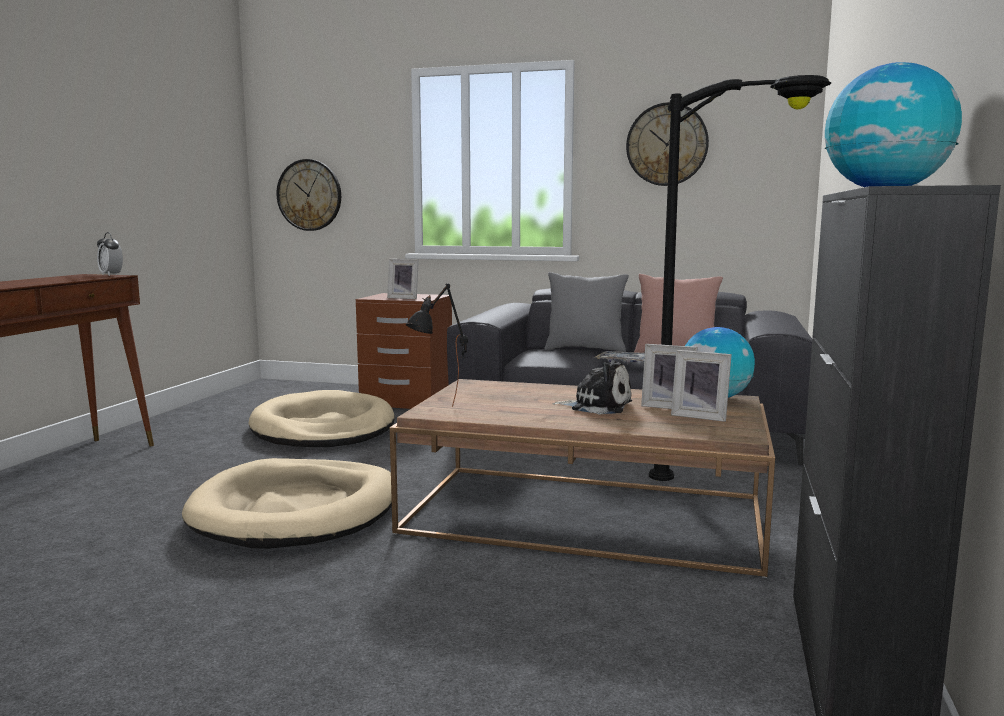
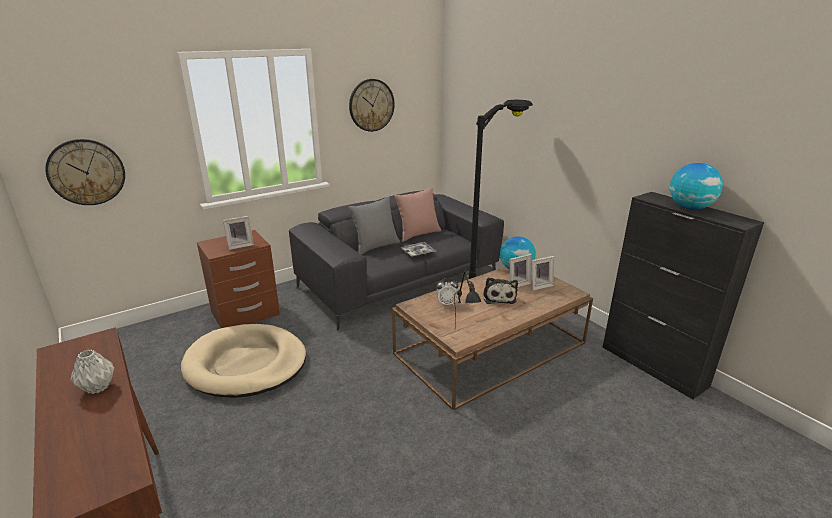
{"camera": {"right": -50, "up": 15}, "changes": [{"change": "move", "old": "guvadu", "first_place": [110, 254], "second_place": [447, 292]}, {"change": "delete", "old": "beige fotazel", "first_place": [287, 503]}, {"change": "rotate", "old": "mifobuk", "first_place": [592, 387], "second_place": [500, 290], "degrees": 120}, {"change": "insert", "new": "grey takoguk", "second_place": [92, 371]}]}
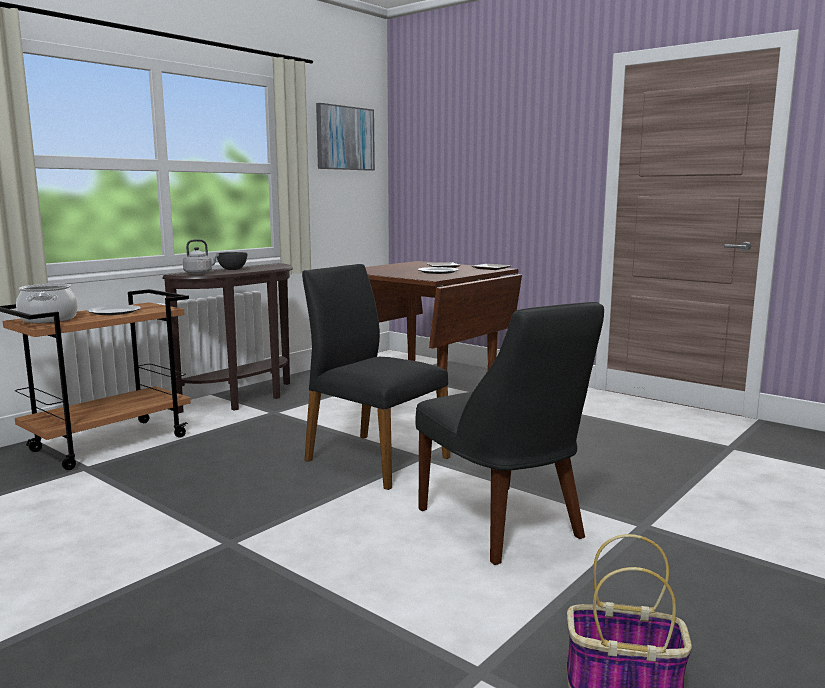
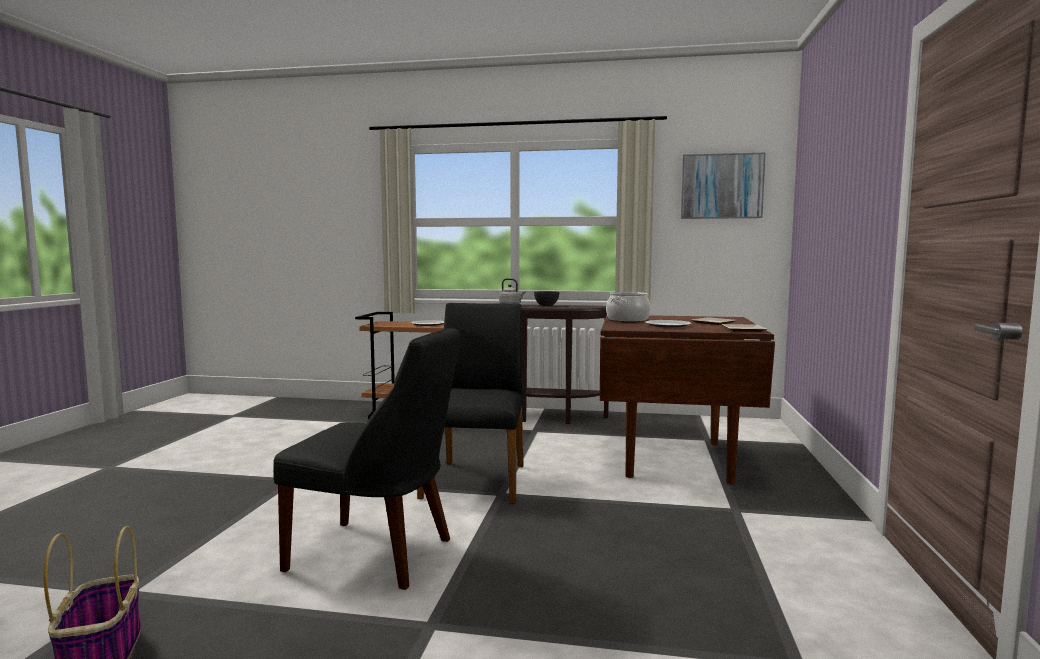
{"camera": {"right": 60, "up": -5}, "changes": [{"change": "move", "old": "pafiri", "first_place": [47, 303], "second_place": [628, 307]}, {"change": "rotate", "old": "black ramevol", "first_place": [509, 433], "second_place": [366, 459], "degrees": -105}]}
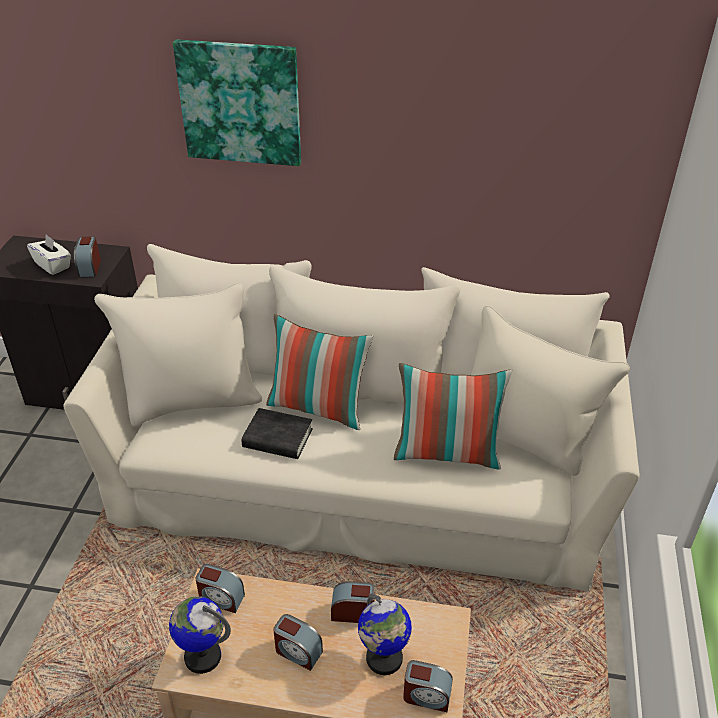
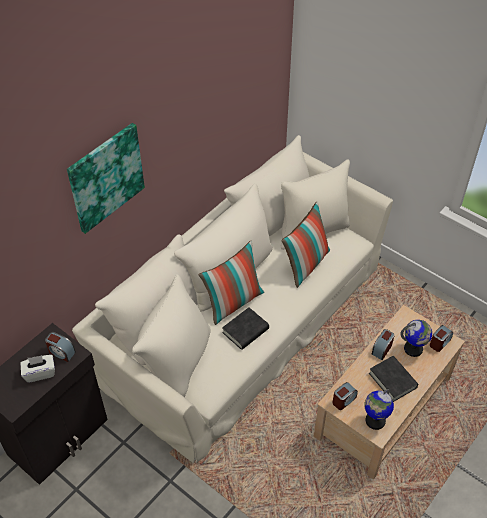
{"camera": {"right": -60, "up": 10}, "changes": [{"change": "replace", "old": "guvadu", "new": "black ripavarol", "first_place": [298, 642], "second_place": [393, 379]}]}
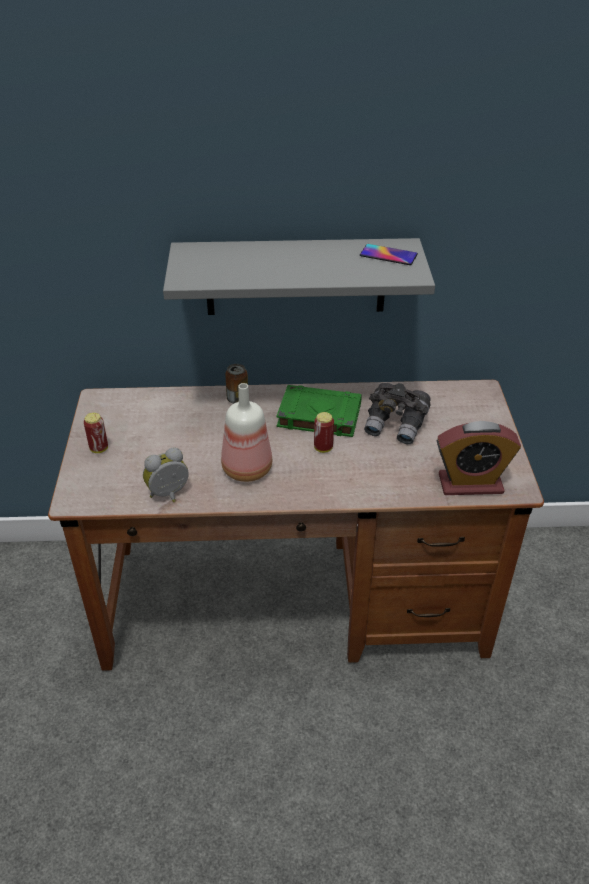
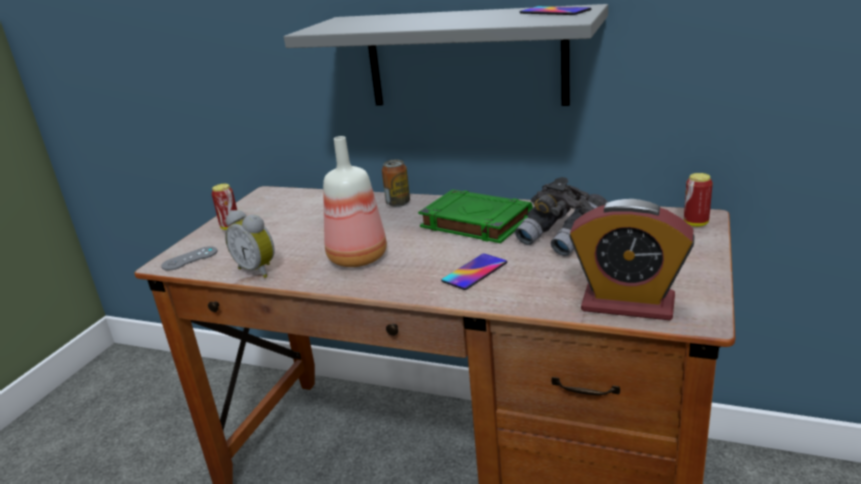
{"camera": {"right": 25, "up": -15}, "changes": [{"change": "rotate", "old": "guvadu", "first_place": [166, 475], "second_place": [249, 244], "degrees": -135}, {"change": "move", "old": "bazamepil", "first_place": [324, 432], "second_place": [698, 200]}, {"change": "insert", "new": "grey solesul", "second_place": [189, 258]}, {"change": "insert", "new": "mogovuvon", "second_place": [474, 271]}]}
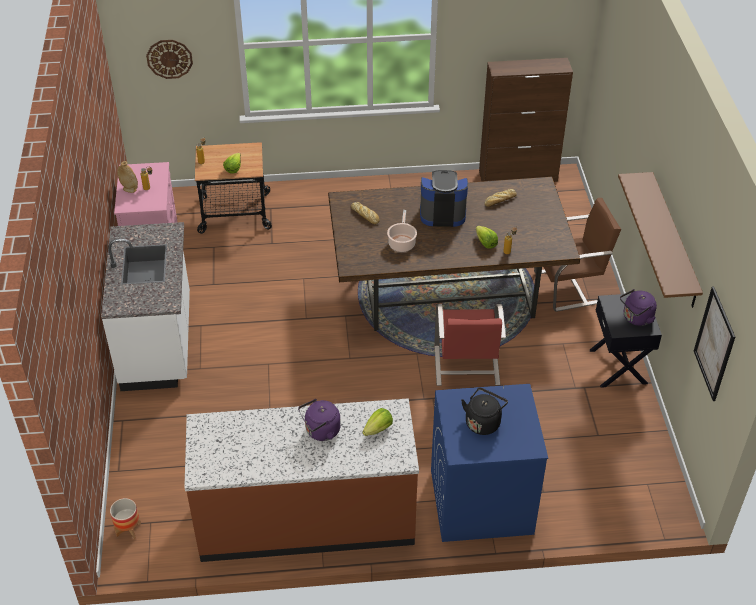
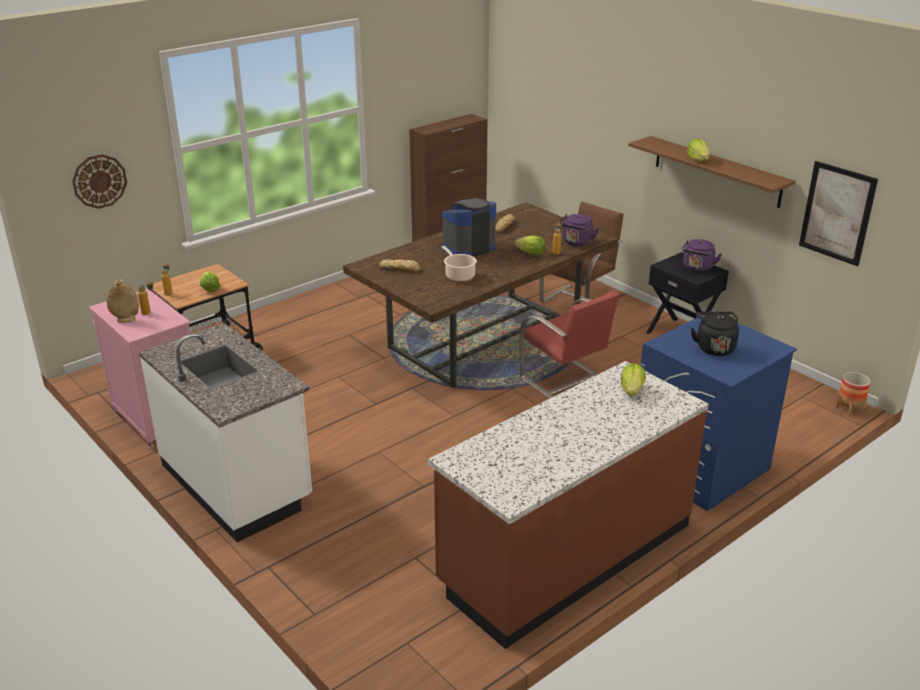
{"camera": {"right": -35, "up": -15}, "changes": [{"change": "move", "old": "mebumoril", "first_place": [125, 518], "second_place": [853, 394]}, {"change": "move", "old": "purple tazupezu", "first_place": [319, 420], "second_place": [579, 230]}, {"change": "insert", "new": "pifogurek", "second_place": [698, 149]}]}
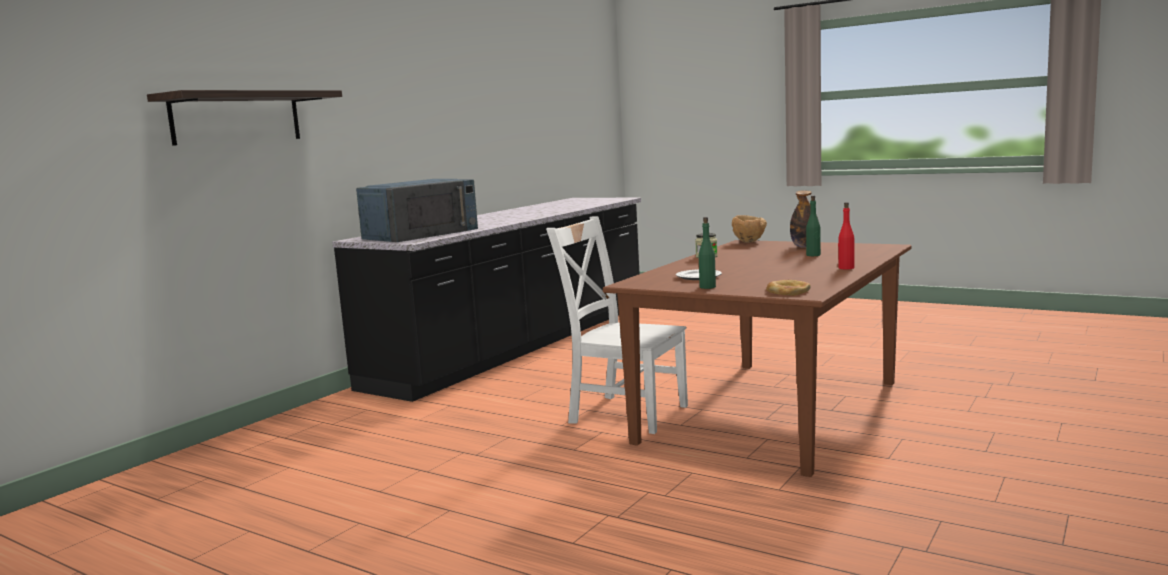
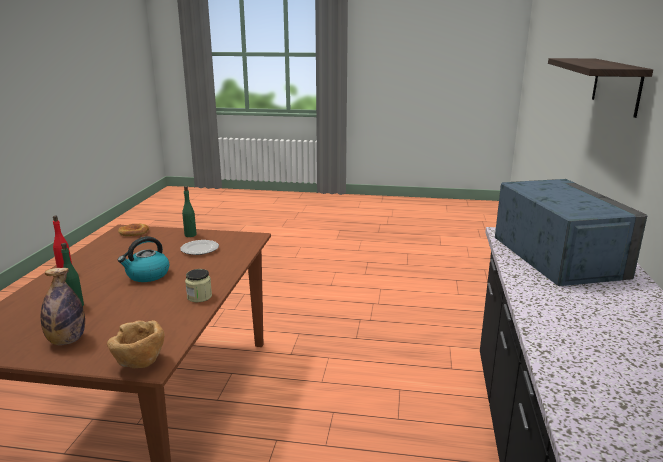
{"camera": {"right": 155, "up": 10}, "changes": [{"change": "rotate", "old": "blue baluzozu", "first_place": [417, 210], "second_place": [571, 232], "degrees": 150}, {"change": "delete", "old": "white ramevol", "first_place": [617, 325]}, {"change": "insert", "new": "tazupezu", "second_place": [143, 259]}]}
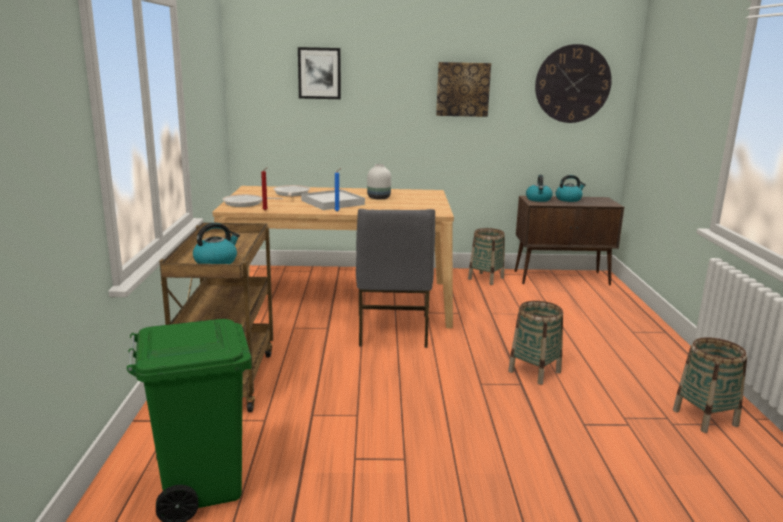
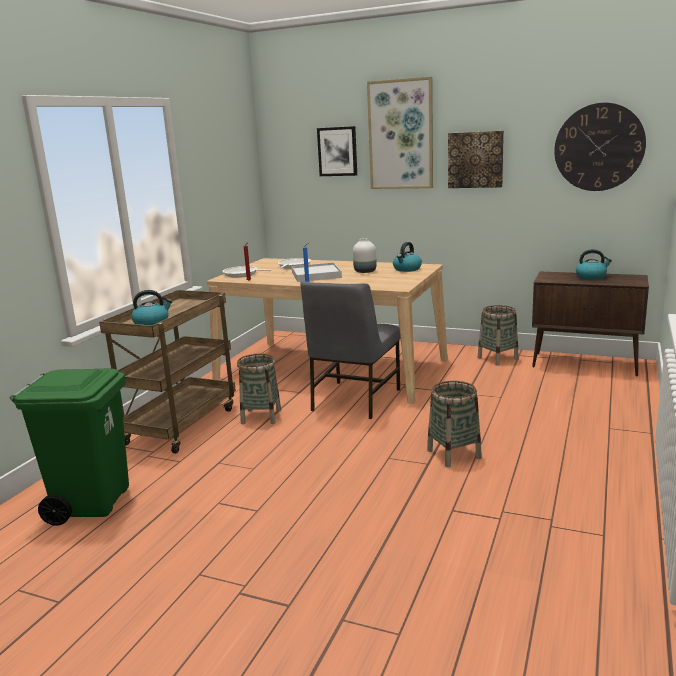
{"camera": {"right": 25, "up": 0}, "changes": [{"change": "move", "old": "tazupezu", "first_place": [539, 188], "second_place": [407, 257]}, {"change": "move", "old": "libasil", "first_place": [710, 385], "second_place": [259, 388]}, {"change": "insert", "new": "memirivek", "second_place": [400, 133]}]}
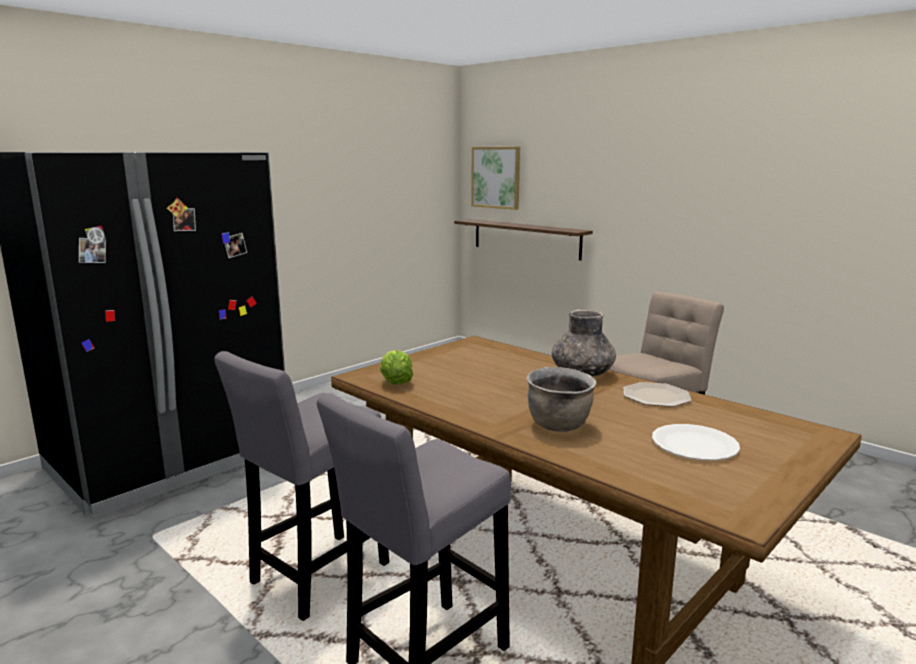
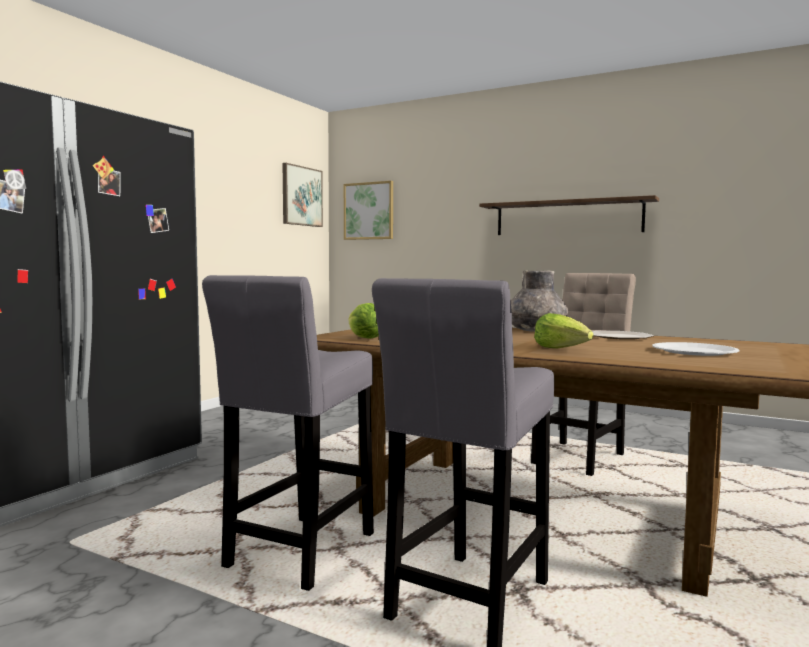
{"camera": {"right": -15, "up": -10}, "changes": [{"change": "move", "old": "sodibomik", "first_place": [523, 239], "second_place": [569, 215]}, {"change": "replace", "old": "brown pafiri", "new": "pifogurek", "first_place": [561, 399], "second_place": [564, 330]}, {"change": "insert", "new": "memirivek", "second_place": [303, 195]}]}
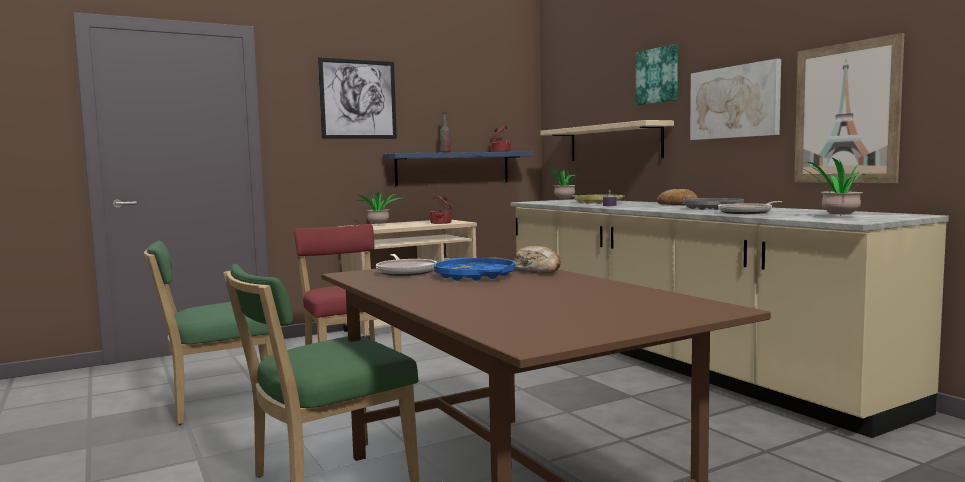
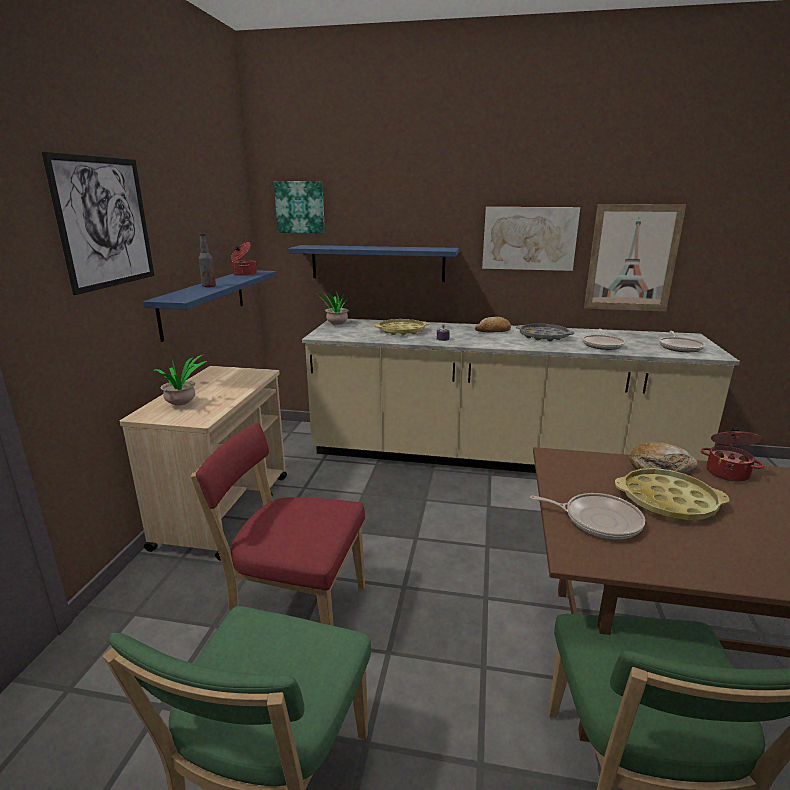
{"camera": {"right": -50, "up": 15}, "changes": [{"change": "move", "old": "pafiri", "first_place": [440, 209], "second_place": [732, 455]}, {"change": "recolor", "old": "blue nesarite", "new": "yellow nesarite", "first_place": [475, 269], "second_place": [672, 494]}, {"change": "recolor", "old": "beige sodibomik", "new": "blue sodibomik", "first_place": [607, 140], "second_place": [373, 263]}, {"change": "move", "old": "memirivek", "first_place": [657, 74], "second_place": [299, 207]}, {"change": "replace", "old": "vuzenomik", "new": "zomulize", "first_place": [840, 187], "second_place": [682, 341]}]}
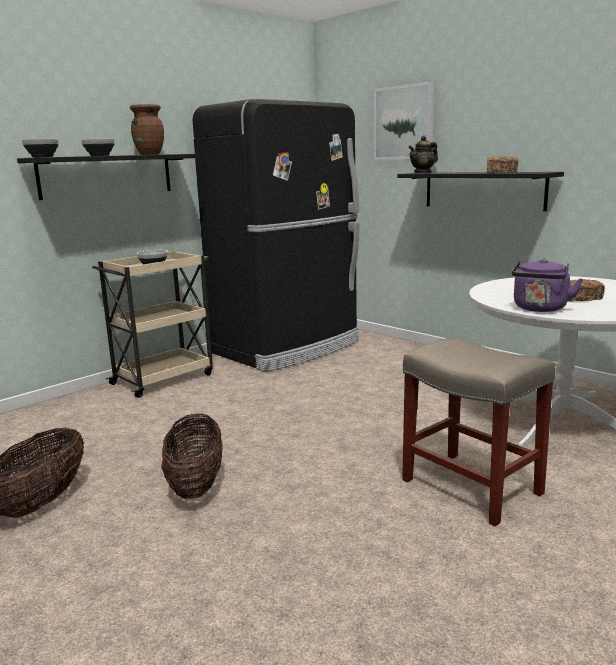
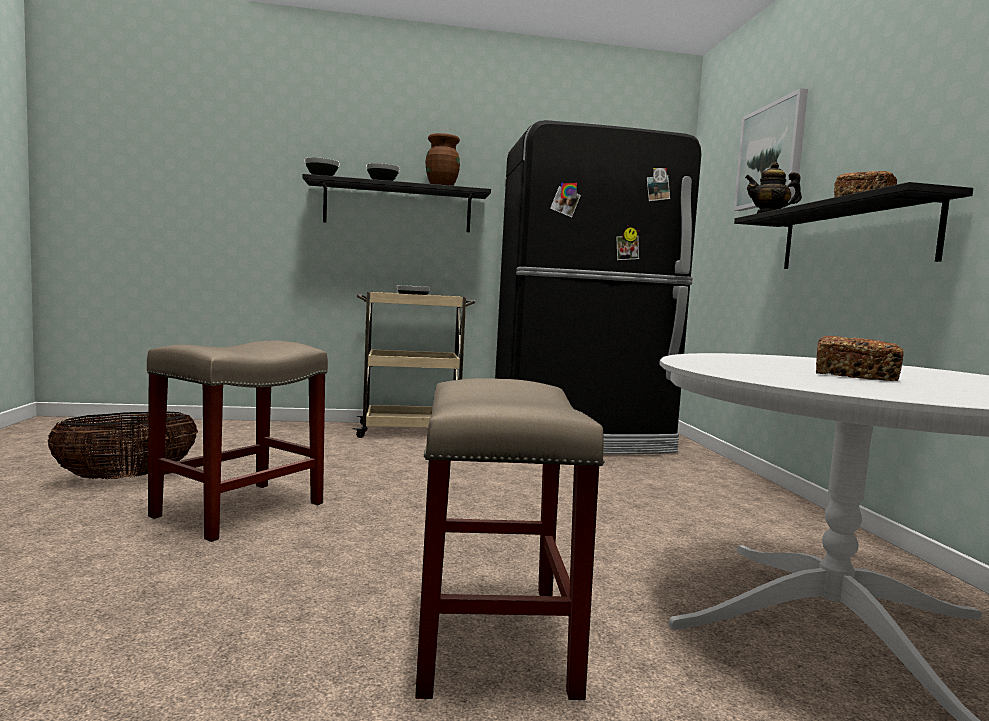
{"camera": {"right": 35, "up": -10}, "changes": [{"change": "replace", "old": "libasil", "new": "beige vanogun", "first_place": [192, 456], "second_place": [237, 441]}, {"change": "delete", "old": "purple tazupezu", "first_place": [547, 285]}]}
